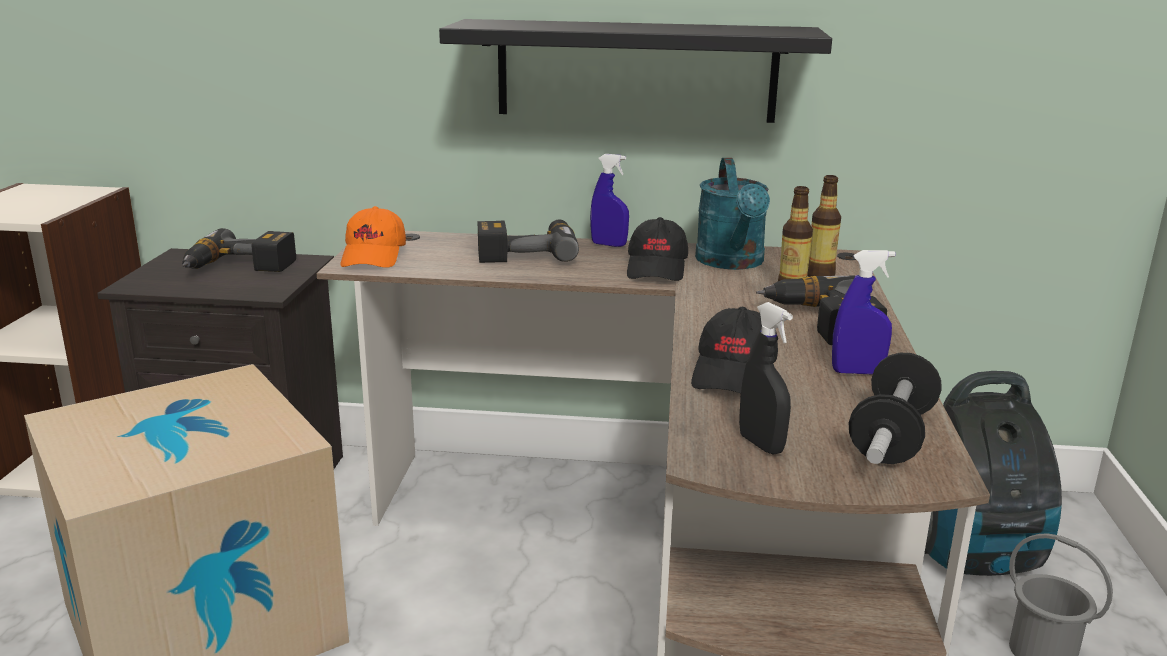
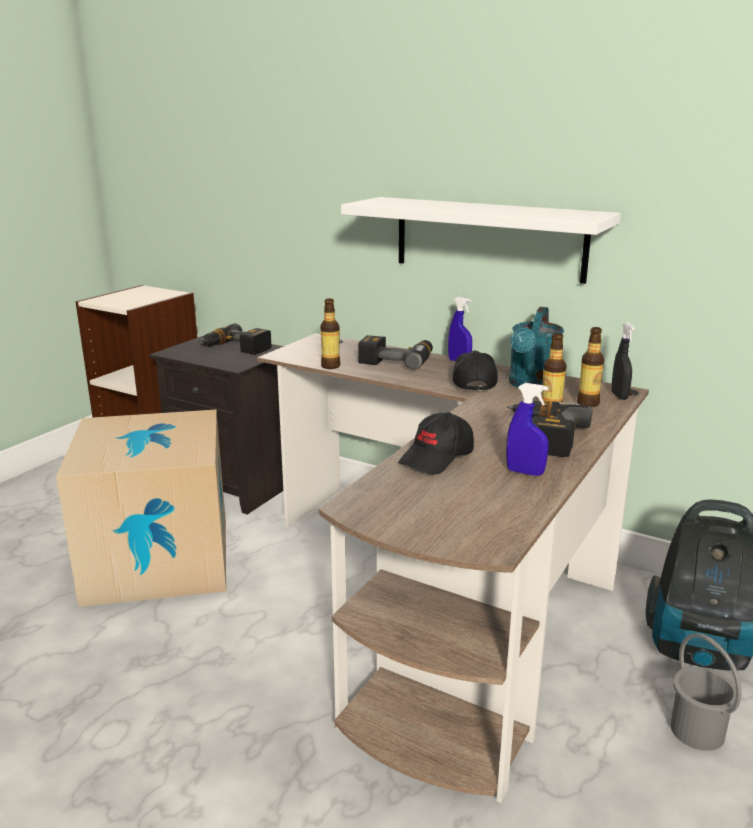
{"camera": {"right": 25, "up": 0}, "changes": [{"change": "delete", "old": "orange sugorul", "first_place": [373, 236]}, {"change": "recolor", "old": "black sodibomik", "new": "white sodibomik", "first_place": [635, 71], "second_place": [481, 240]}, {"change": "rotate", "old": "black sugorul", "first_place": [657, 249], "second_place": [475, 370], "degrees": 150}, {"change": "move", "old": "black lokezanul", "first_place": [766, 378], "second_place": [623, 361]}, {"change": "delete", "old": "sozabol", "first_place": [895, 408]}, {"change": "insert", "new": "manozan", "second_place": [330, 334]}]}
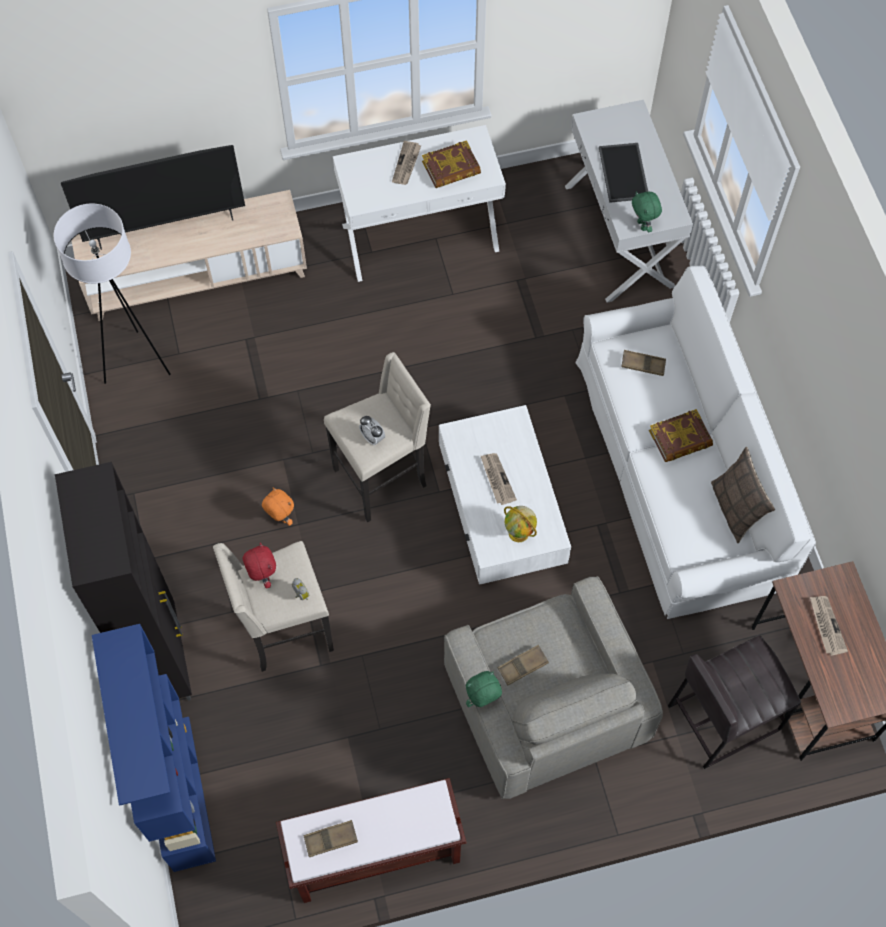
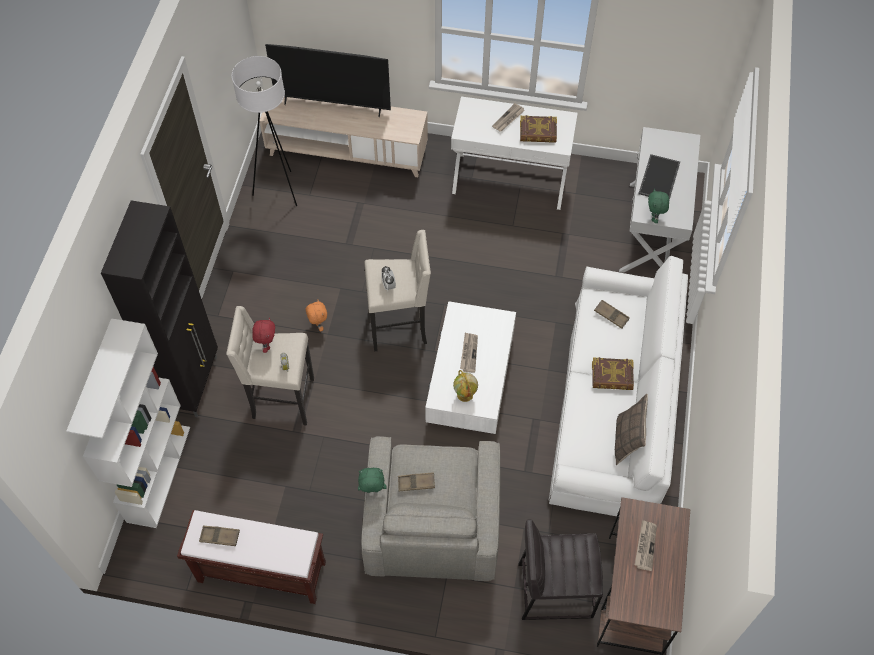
{"camera": {"right": 25, "up": -5}, "changes": [{"change": "recolor", "old": "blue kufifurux", "new": "white kufifurux", "first_place": [154, 748], "second_place": [128, 423]}]}
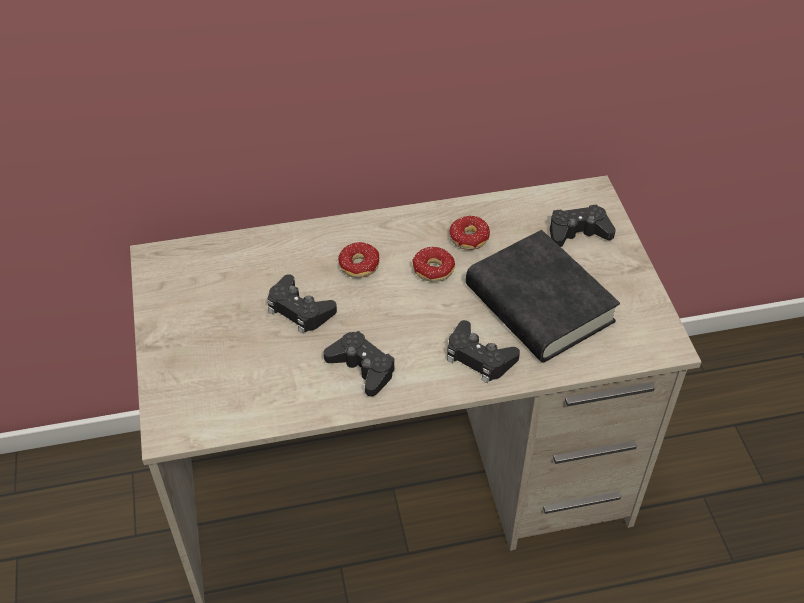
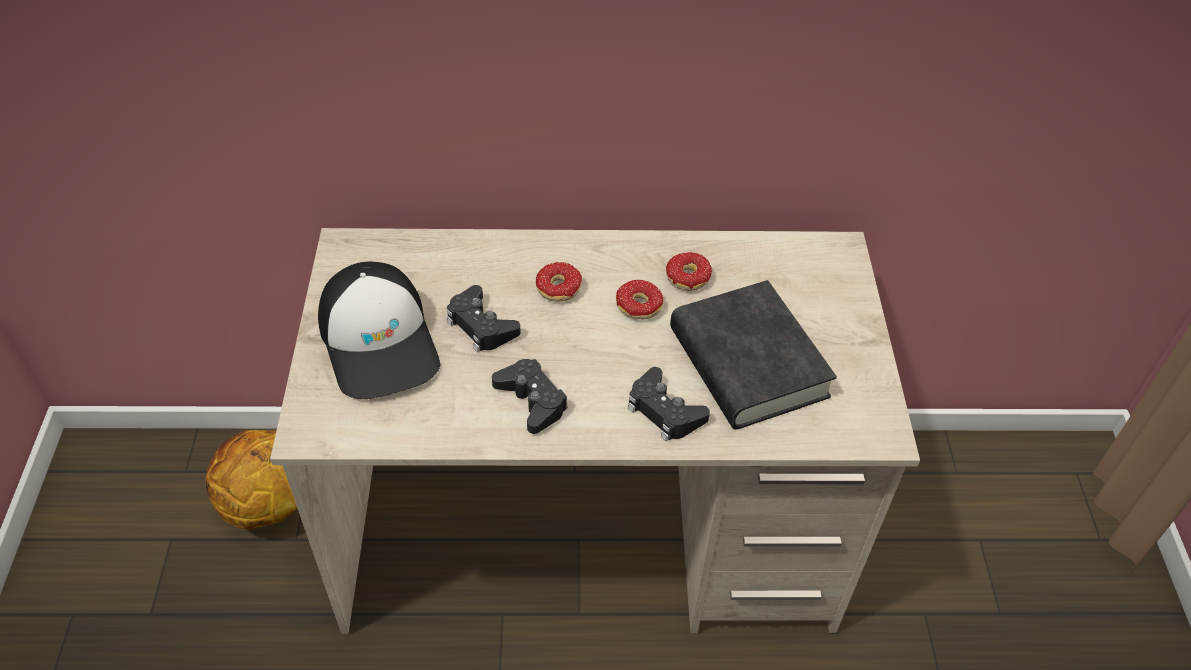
{"camera": {"right": 10, "up": 0}, "changes": [{"change": "delete", "old": "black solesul", "first_place": [583, 225]}, {"change": "insert", "new": "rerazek", "second_place": [251, 480]}, {"change": "insert", "new": "sugorul", "second_place": [379, 330]}]}
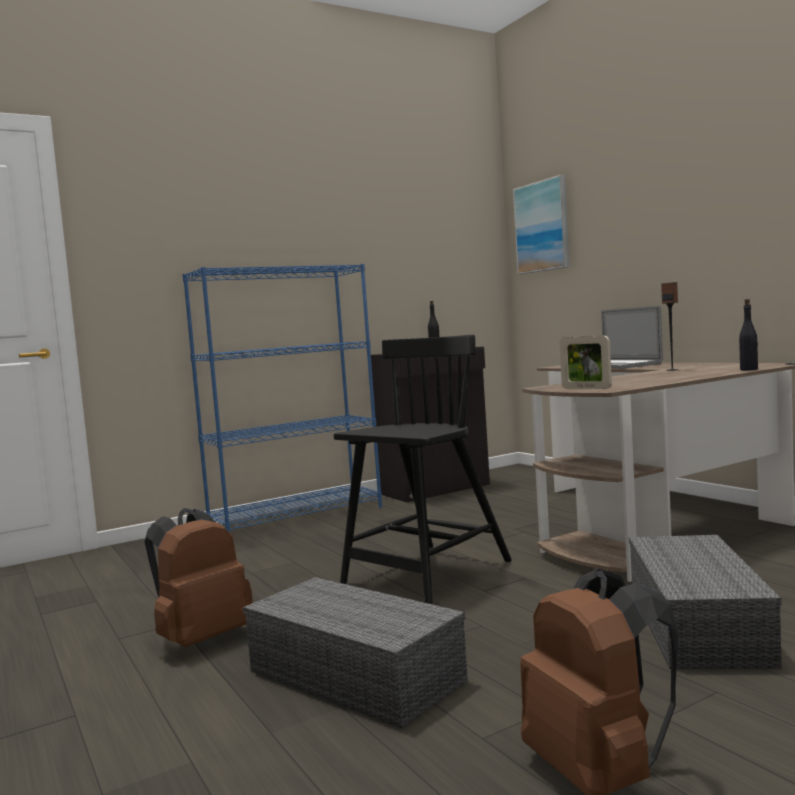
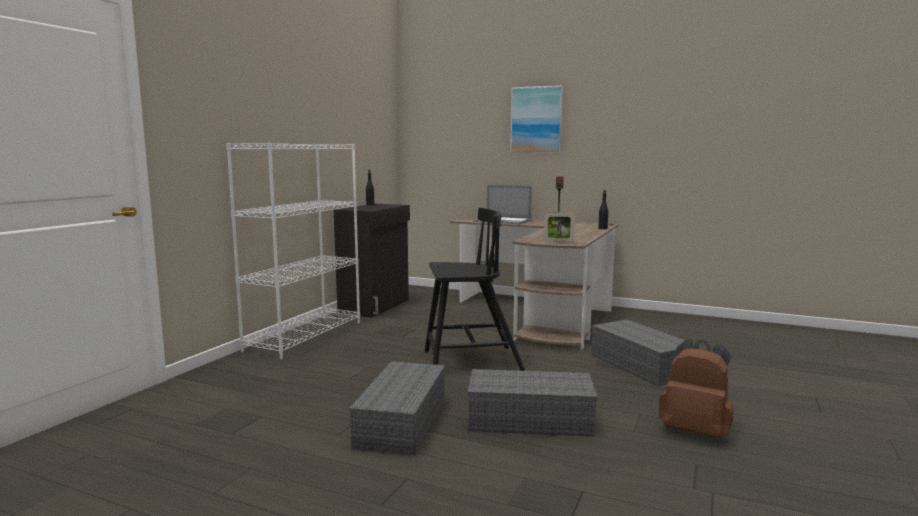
{"camera": {"right": -35, "up": 5}, "changes": [{"change": "replace", "old": "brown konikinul", "new": "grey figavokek", "first_place": [199, 577], "second_place": [397, 408]}, {"change": "recolor", "old": "blue kufifurux", "new": "white kufifurux", "first_place": [282, 398], "second_place": [293, 251]}, {"change": "rotate", "old": "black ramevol", "first_place": [422, 469], "second_place": [475, 289], "degrees": 75}, {"change": "move", "old": "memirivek", "first_place": [541, 224], "second_place": [536, 119]}]}
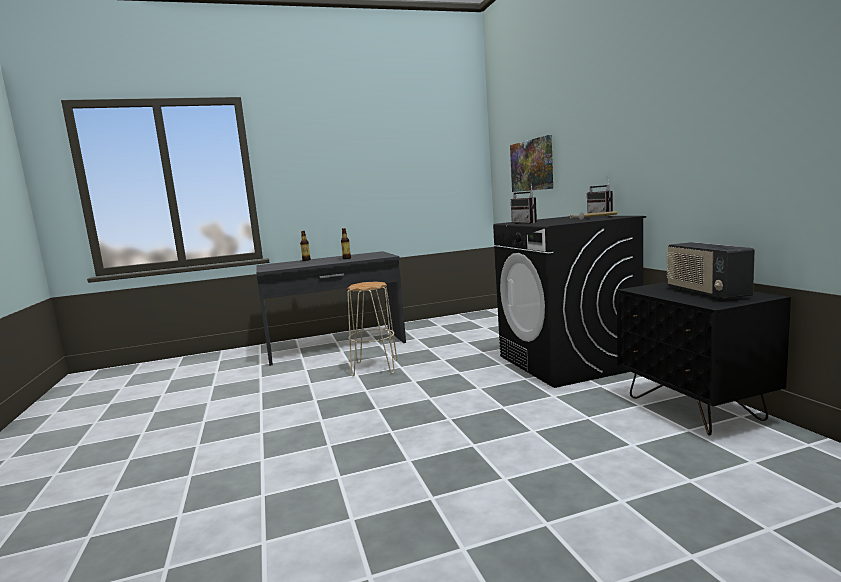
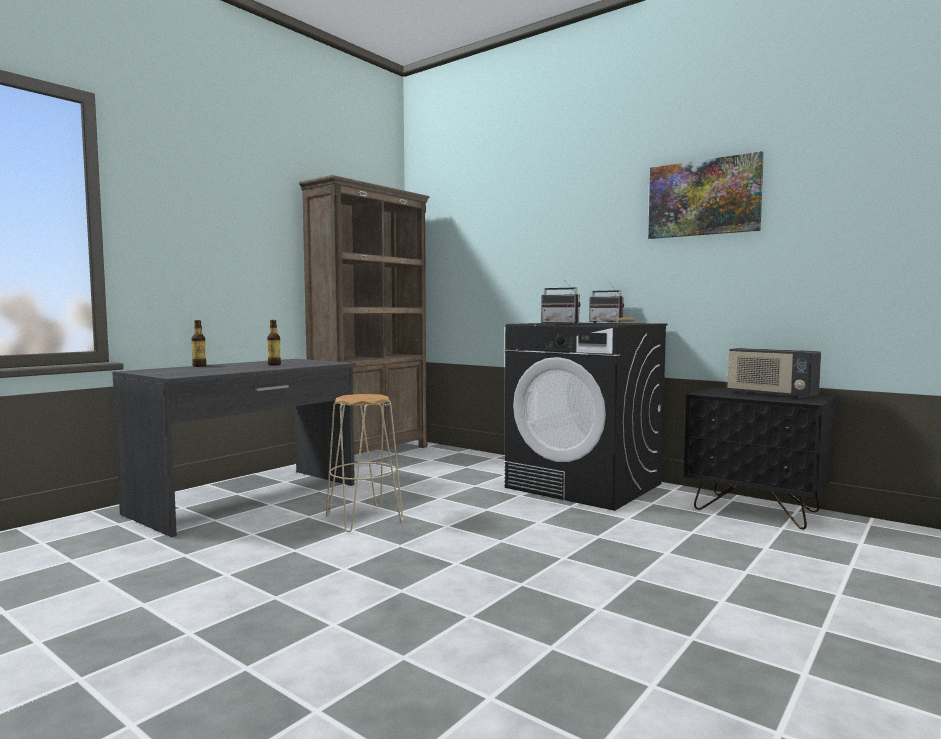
{"camera": {"right": -35, "up": -5}, "changes": [{"change": "move", "old": "memirivek", "first_place": [531, 163], "second_place": [706, 195]}, {"change": "insert", "new": "brown kufifurux", "second_place": [364, 315]}]}
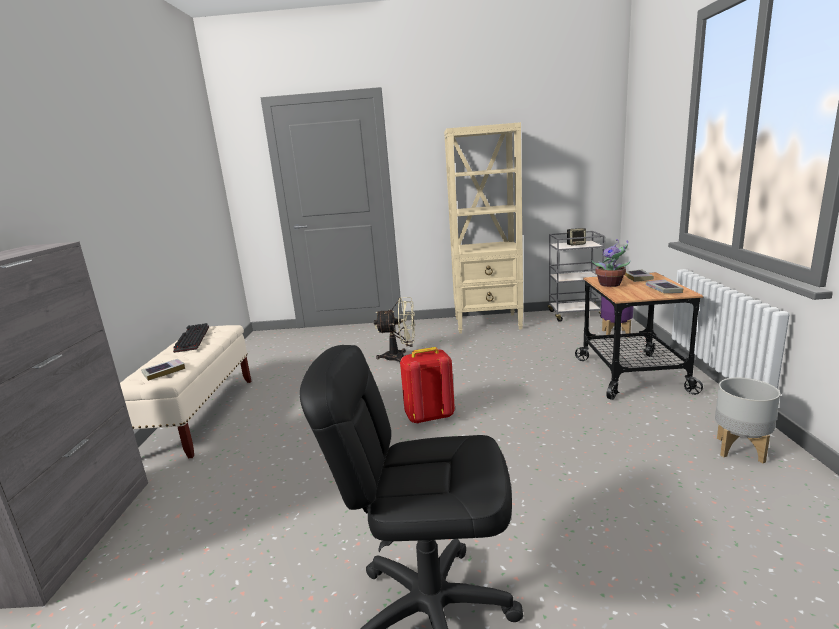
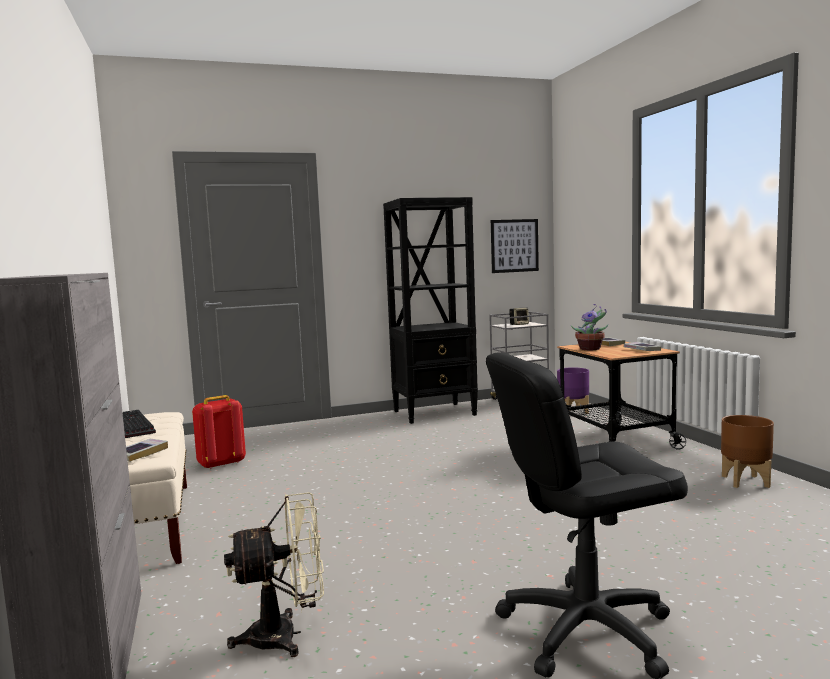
{"camera": {"right": -20, "up": -10}, "changes": [{"change": "move", "old": "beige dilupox", "first_place": [394, 330], "second_place": [274, 574]}, {"change": "move", "old": "red konikinul", "first_place": [427, 385], "second_place": [219, 432]}, {"change": "recolor", "old": "beige kufifurux", "new": "black kufifurux", "first_place": [483, 228], "second_place": [430, 310]}, {"change": "recolor", "old": "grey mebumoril", "new": "brown mebumoril", "first_place": [747, 420], "second_place": [747, 451]}, {"change": "insert", "new": "memirivek", "second_place": [515, 246]}]}
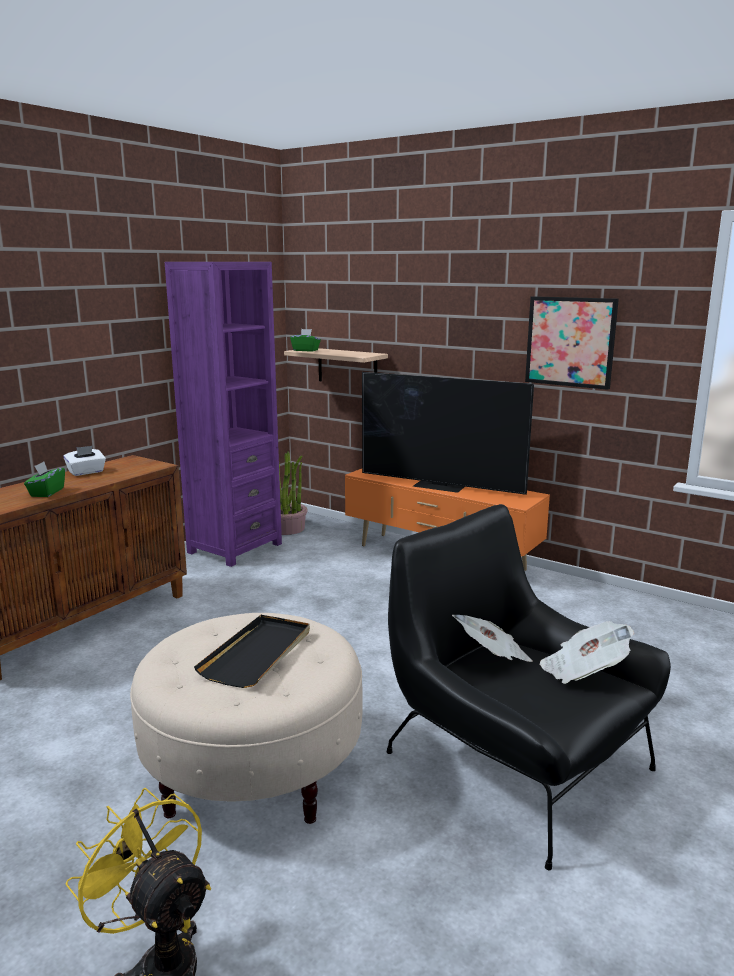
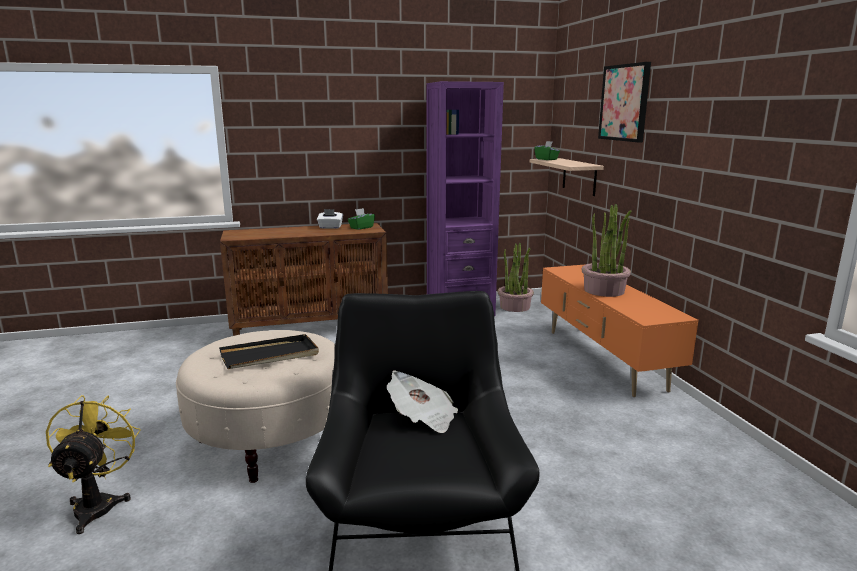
{"camera": {"right": 40, "up": 0}, "changes": [{"change": "move", "old": "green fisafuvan", "first_place": [44, 479], "second_place": [361, 219]}, {"change": "replace", "old": "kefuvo", "new": "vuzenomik", "first_place": [448, 433], "second_place": [607, 250]}, {"change": "move", "old": "memirivek", "first_place": [572, 343], "second_place": [624, 102]}, {"change": "delete", "old": "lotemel", "first_place": [587, 652]}]}
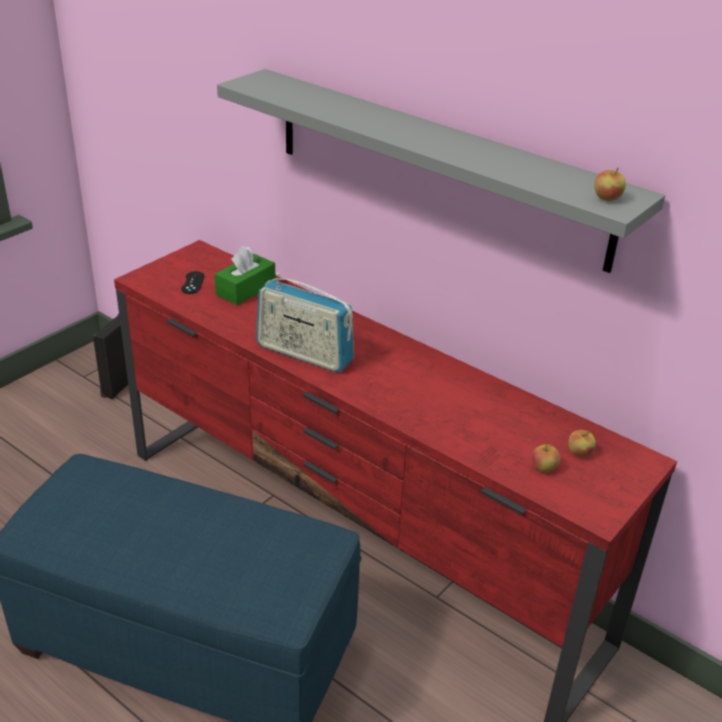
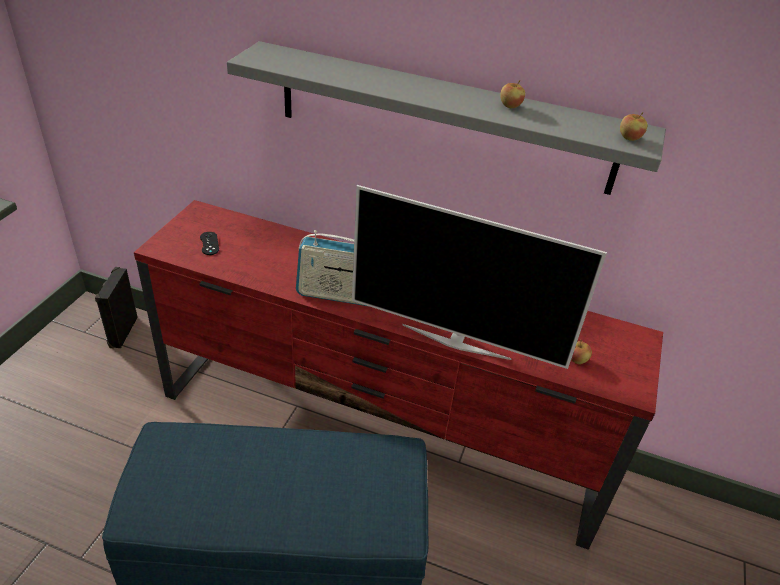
{"camera": {"right": -20, "up": 5}, "changes": [{"change": "delete", "old": "green fisafuvan", "first_place": [245, 275]}, {"change": "move", "old": "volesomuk", "first_place": [582, 443], "second_place": [512, 94]}, {"change": "insert", "new": "kefuvo", "second_place": [479, 277]}]}
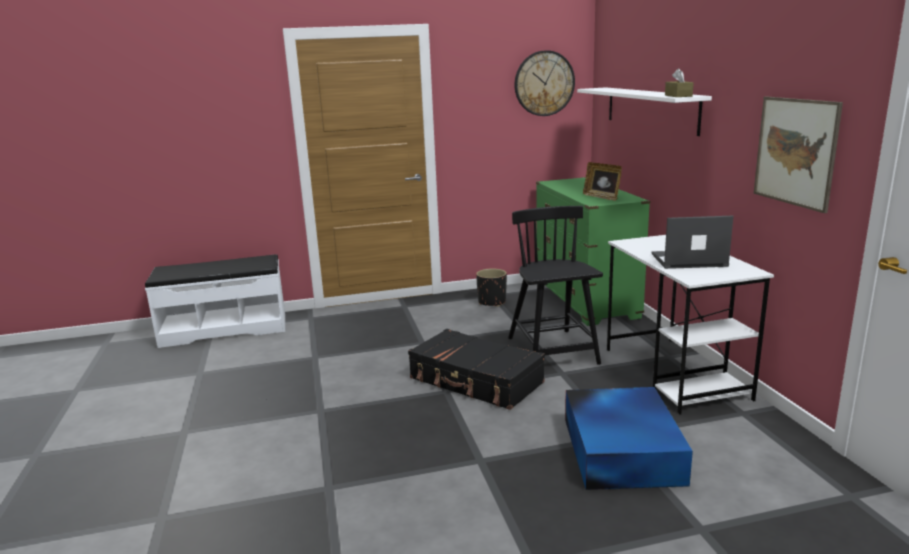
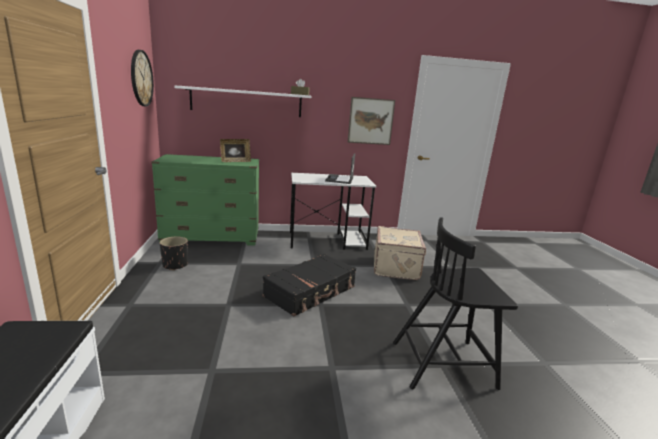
{"camera": {"right": -85, "up": 0}, "changes": [{"change": "move", "old": "black ramevol", "first_place": [555, 285], "second_place": [455, 303]}, {"change": "replace", "old": "blue figavokek", "new": "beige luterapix", "first_place": [629, 438], "second_place": [400, 253]}]}
